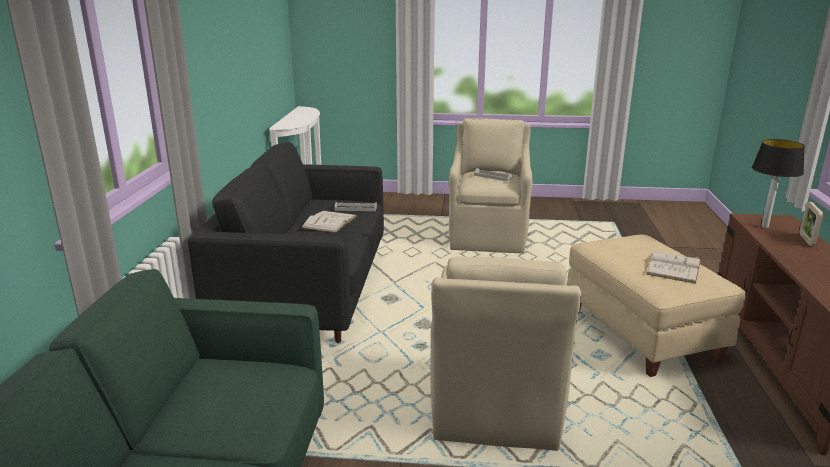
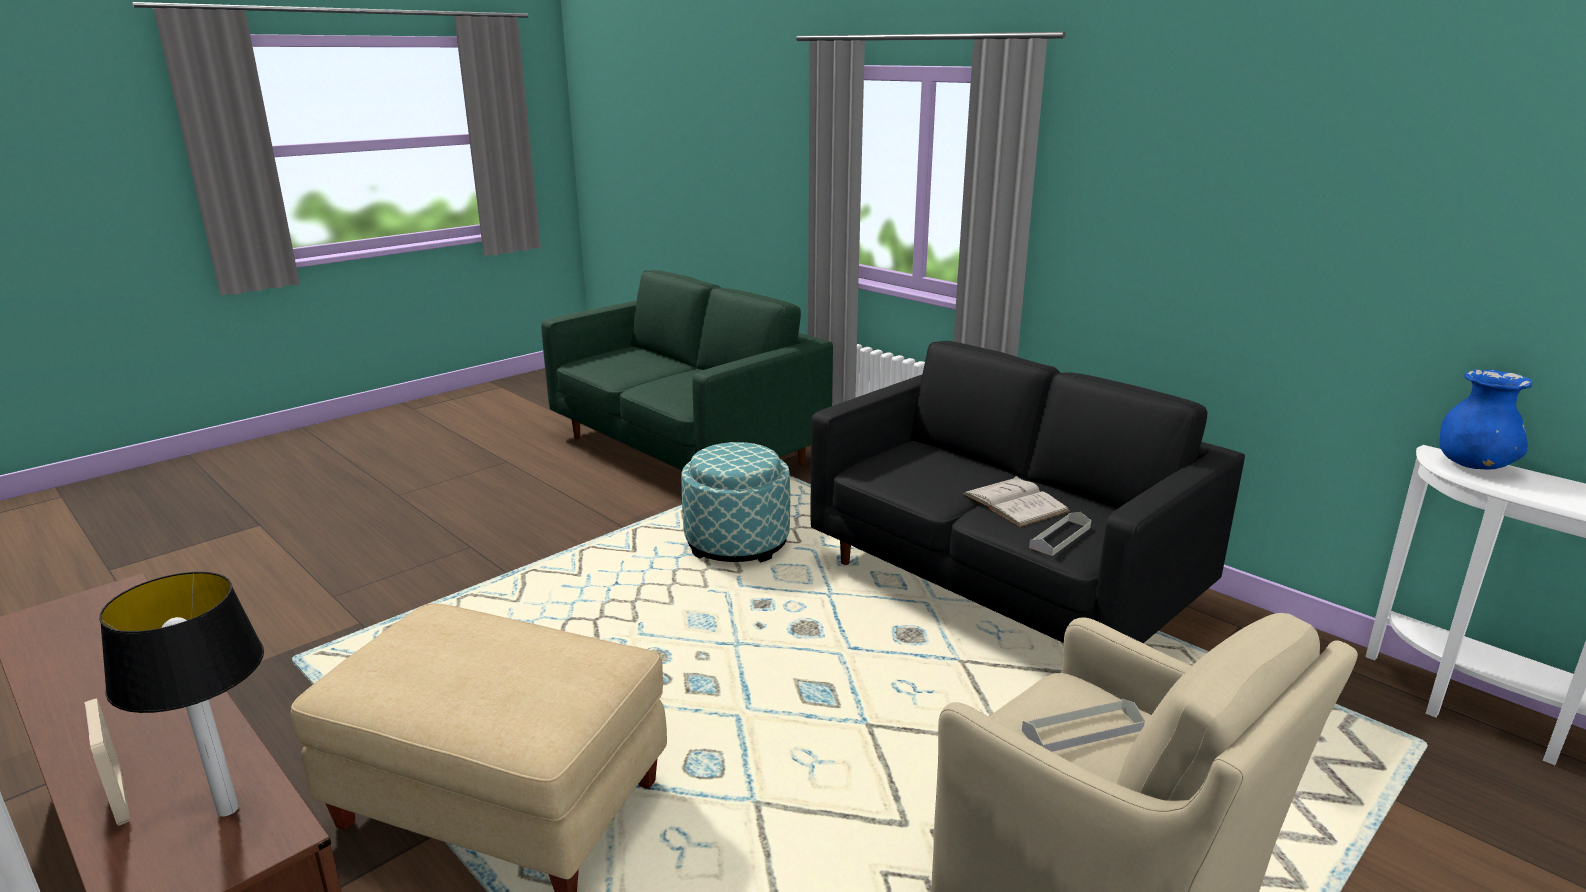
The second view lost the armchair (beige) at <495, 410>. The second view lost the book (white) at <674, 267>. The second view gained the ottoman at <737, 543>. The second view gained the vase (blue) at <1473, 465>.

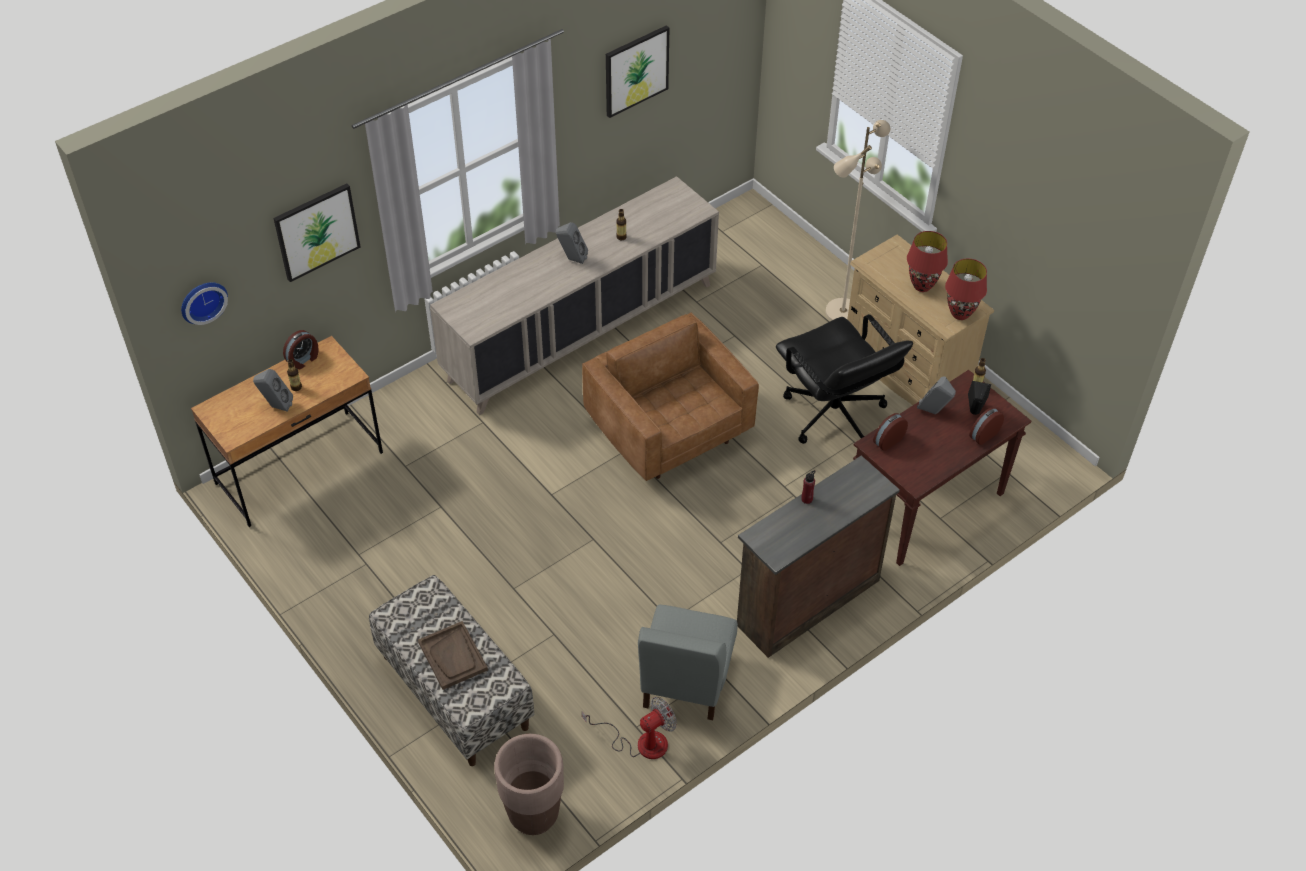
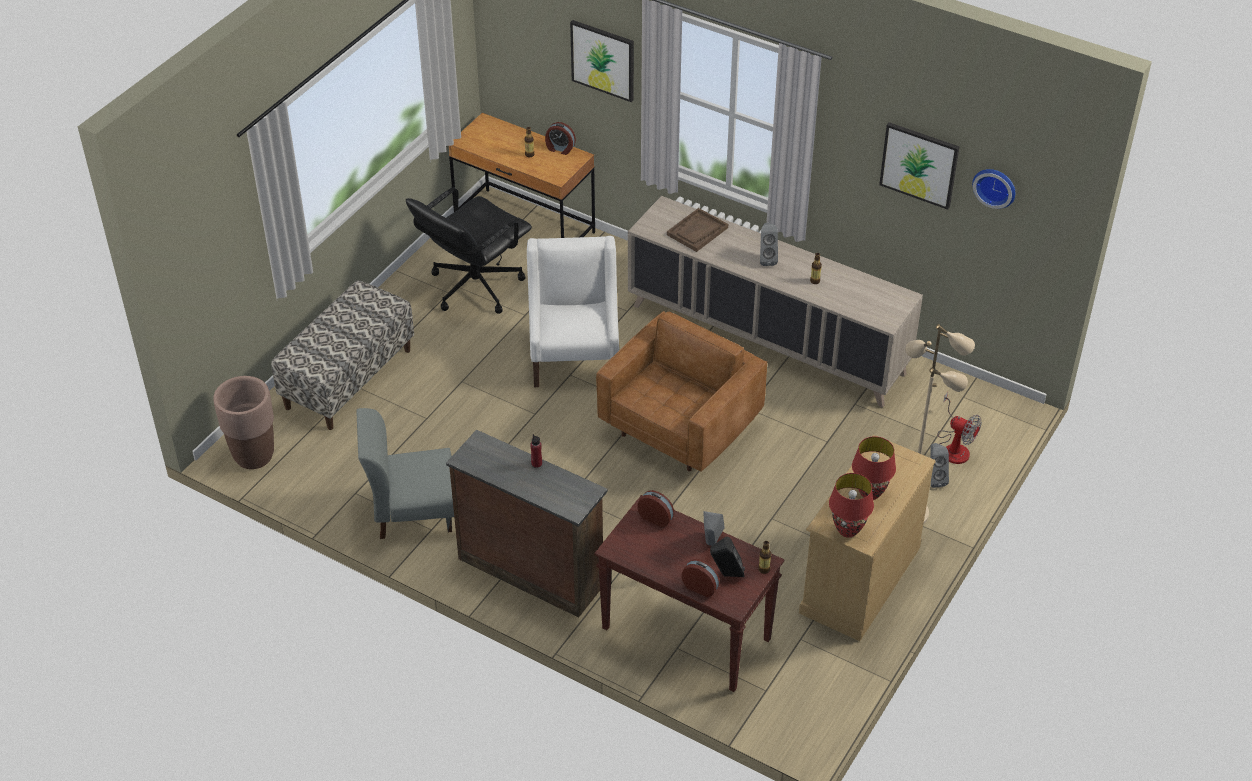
The second view gained the armchair (white) at <575, 357>. The wall clock ended up elsewhere, having gone from <202, 300> to <995, 186>. The speaker (grey) ended up elsewhere, having gone from <276, 406> to <934, 479>. The tray (brown) ended up elsewhere, having gone from <453, 656> to <697, 231>. The fan ended up elsewhere, having gone from <641, 742> to <954, 447>. The office chair (black) ended up elsewhere, having gone from <834, 415> to <474, 286>.

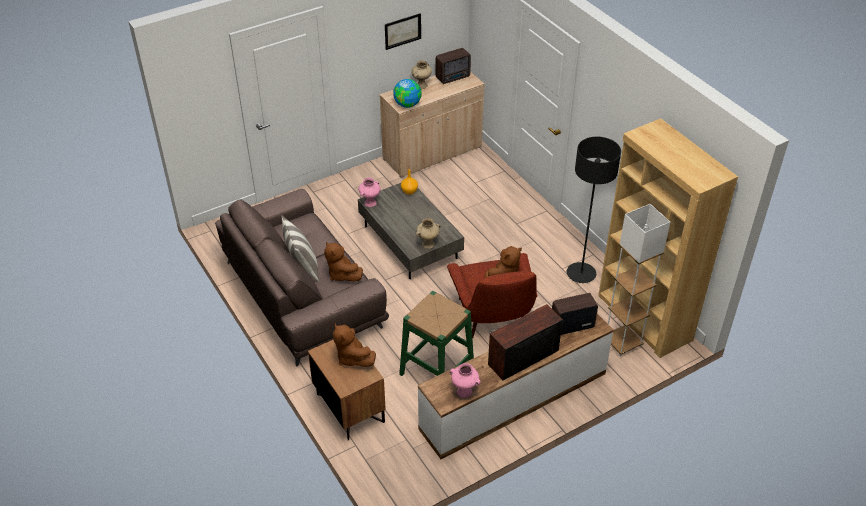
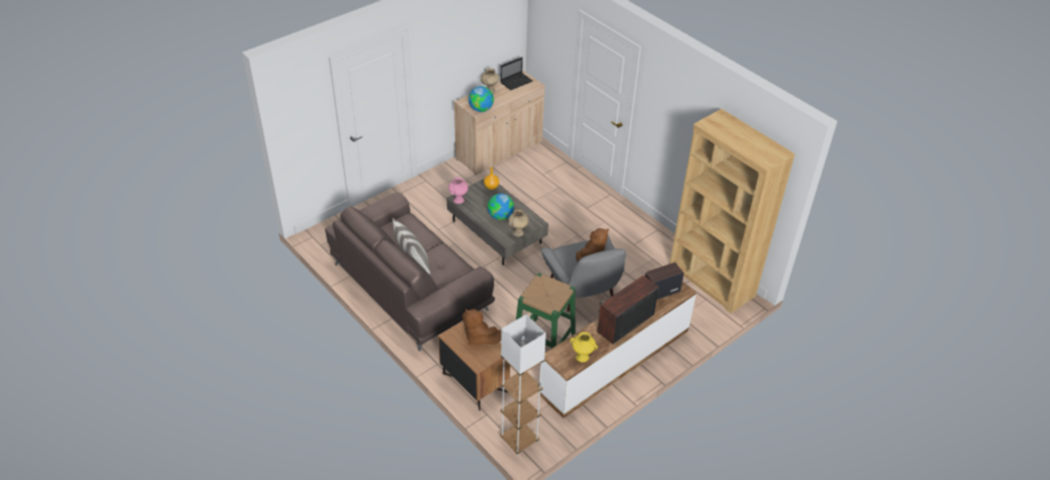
The second view lost the plush toy (brown) at <342, 274>. The second view lost the picture at <402, 31>. The second view lost the floor lamp (black) at <581, 274>. The second view gained the globe at <500, 216>. The floor lamp (white) ended up elsewhere, having gone from <622, 342> to <519, 440>. Where the radio stood at <453, 77>, the laptop came to stand at <516, 81>. What was the armchair (red) at <493, 317> turned into the armchair (grey) at <583, 292>. What was the vase (pink) at <465, 391> turned into the vase (yellow) at <582, 357>.

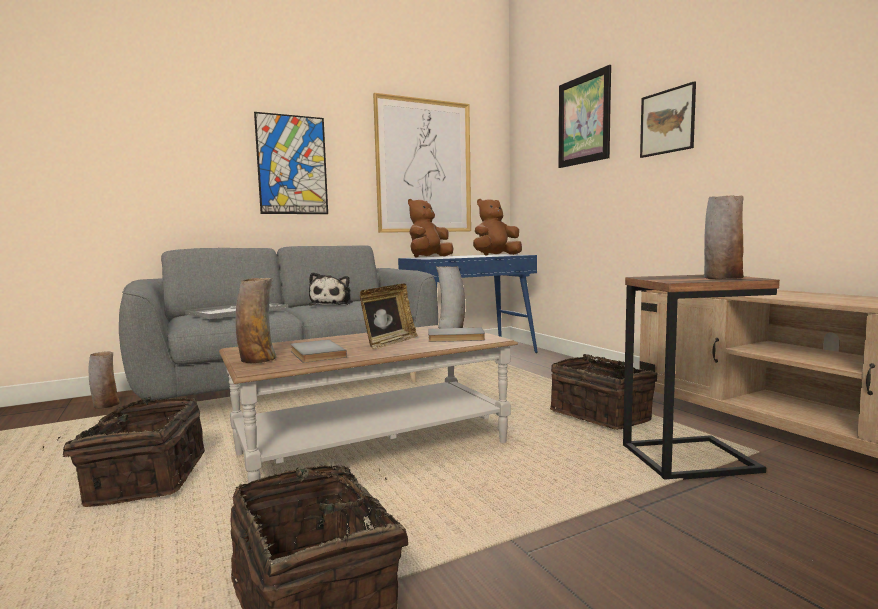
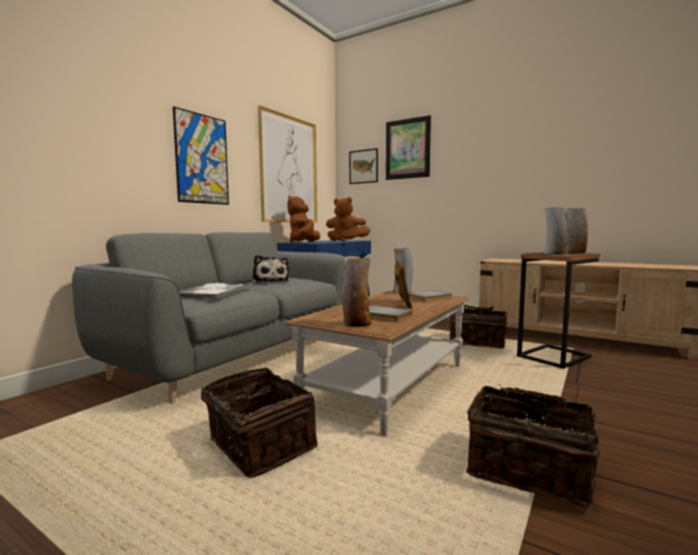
The vase ended up elsewhere, having gone from <106, 405> to <554, 254>. The picture ended up elsewhere, having gone from <667, 122> to <363, 166>. The plush toy (brown) at <495, 255> ended up facing another way, 105 degrees counterclockwise from before.

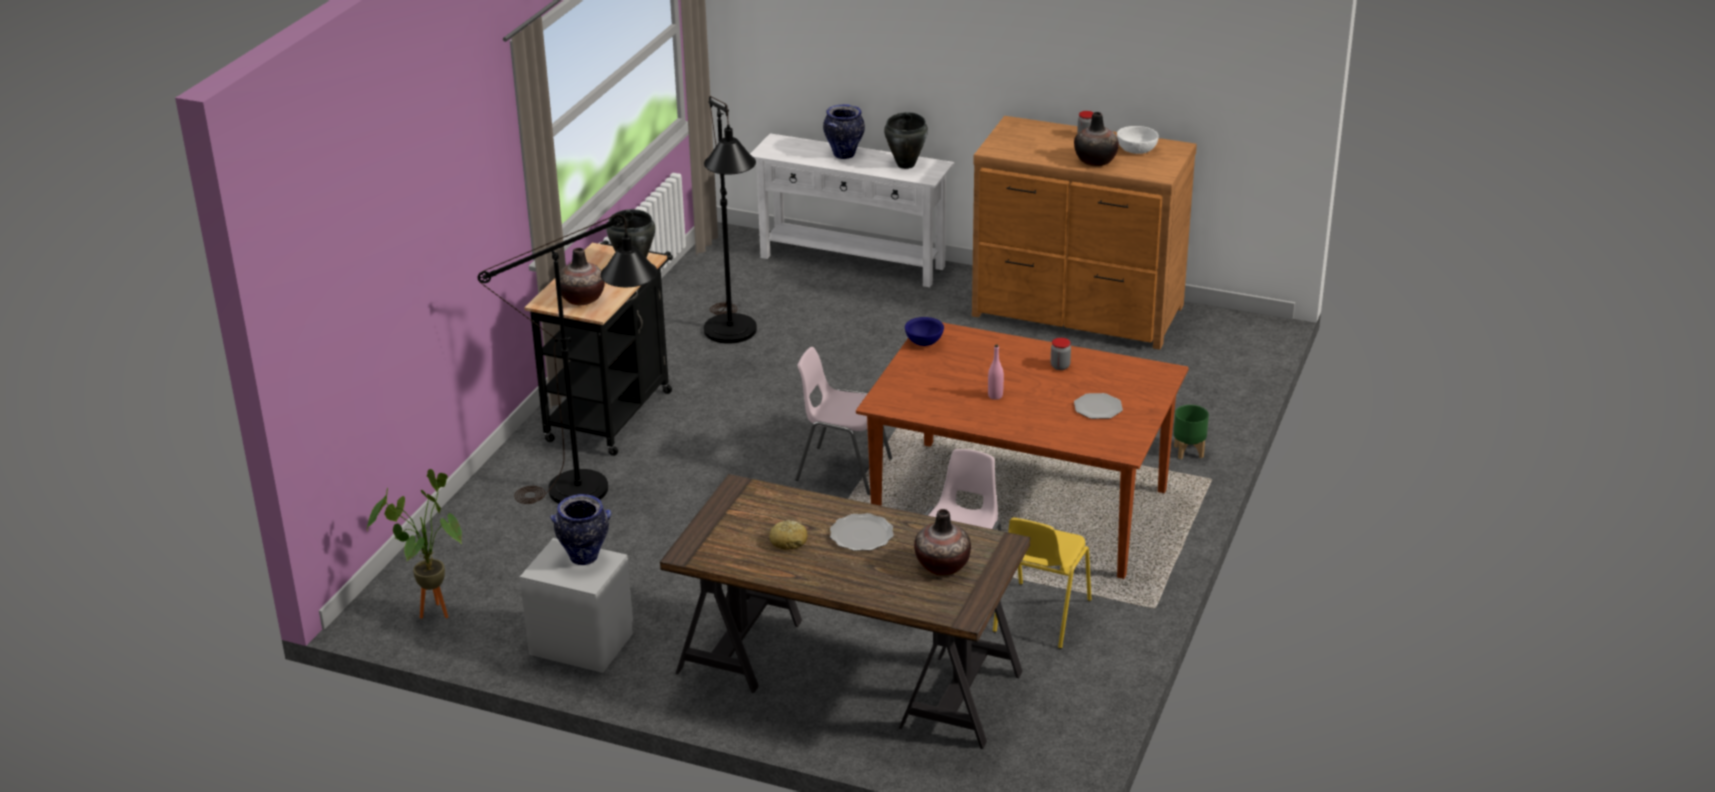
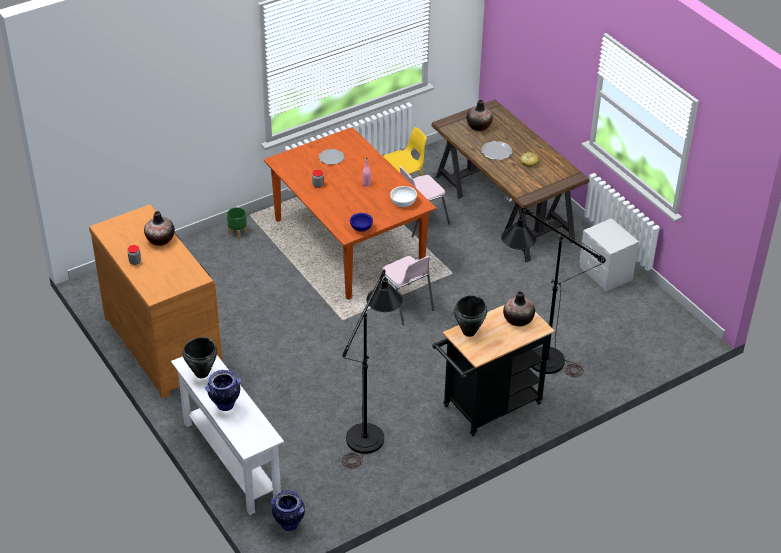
The second view lost the potted plant at <430, 610>. The vase ended up elsewhere, having gone from <585, 557> to <289, 525>. The bowl (white) ended up elsewhere, having gone from <1136, 149> to <403, 202>.

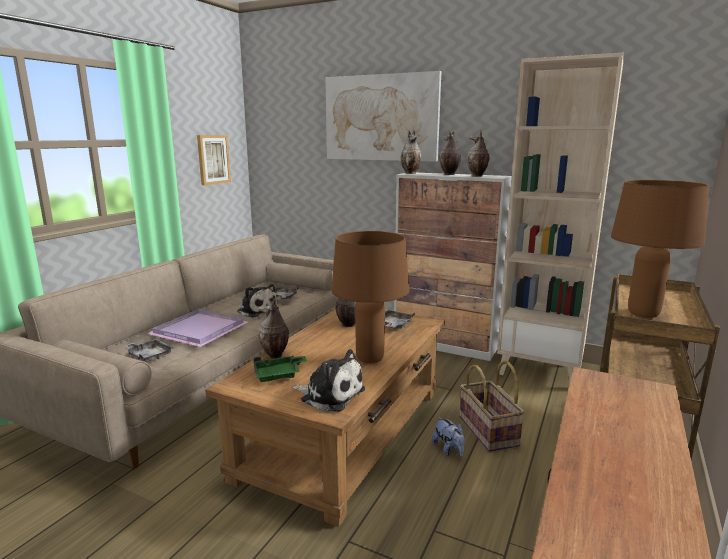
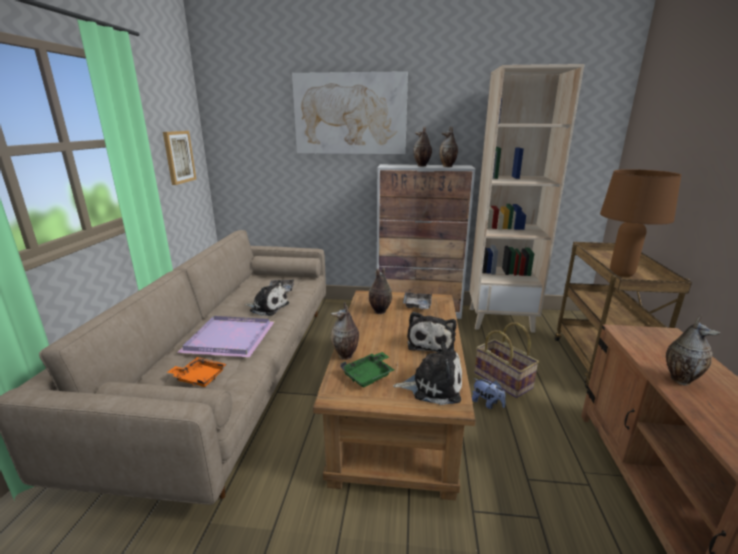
The vase ended up elsewhere, having gone from <411, 173> to <680, 379>. Where the table lamp (brown) stood at <370, 359>, the plush toy came to stand at <431, 342>. What was the tray (grey) at <149, 355> turned into the tray (orange) at <199, 377>.

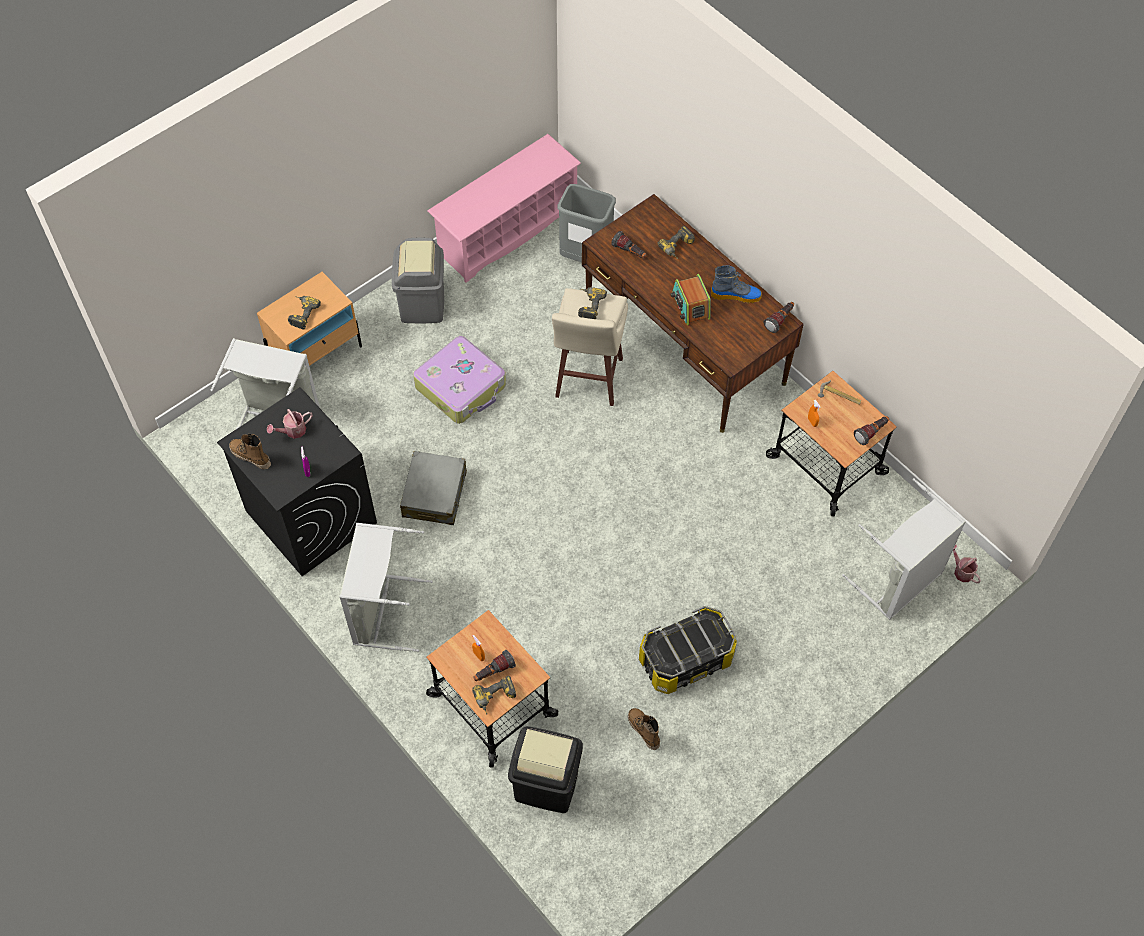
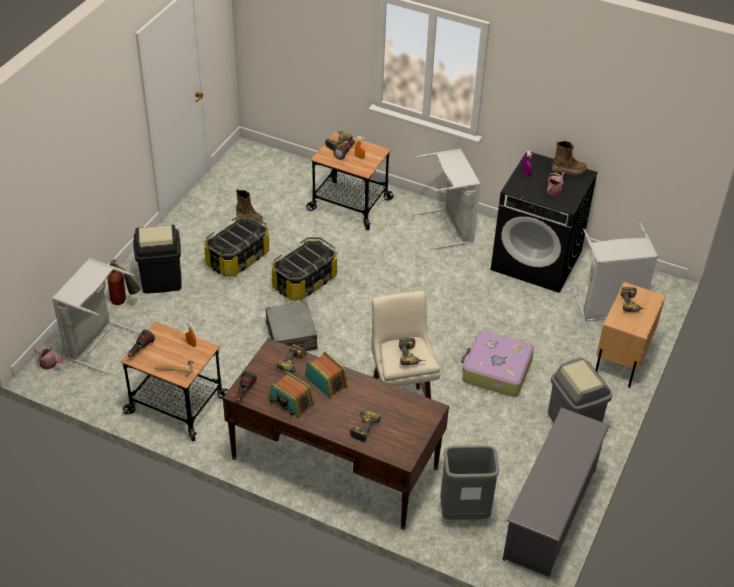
The second view lost the flashlight at <629, 252>. The second view gained the fire extinguisher at <124, 302>. The second view gained the storage box at <304, 281>. The second view gained the power drill at <294, 364>. The suitcase (grey) ended up elsewhere, having gone from <435, 494> to <291, 336>. The trash can (black) ended up elsewhere, having gone from <546, 784> to <161, 280>. Where the boot stood at <736, 295>, the radio came to stand at <291, 402>. What was the shoe rack (pink) at <507, 231> turned into the shoe rack (grey) at <550, 513>.

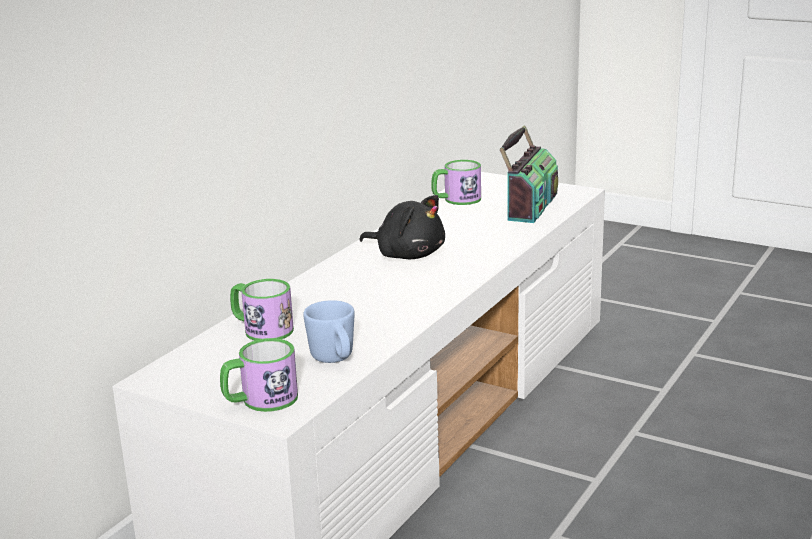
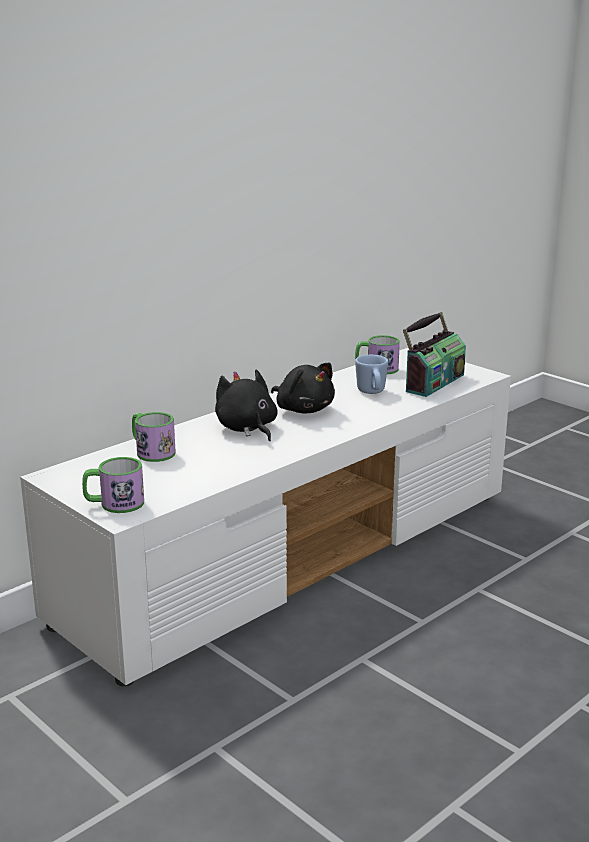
The second view gained the plush toy (black) at <247, 428>. The mug (blue) ended up elsewhere, having gone from <335, 359> to <372, 392>.

